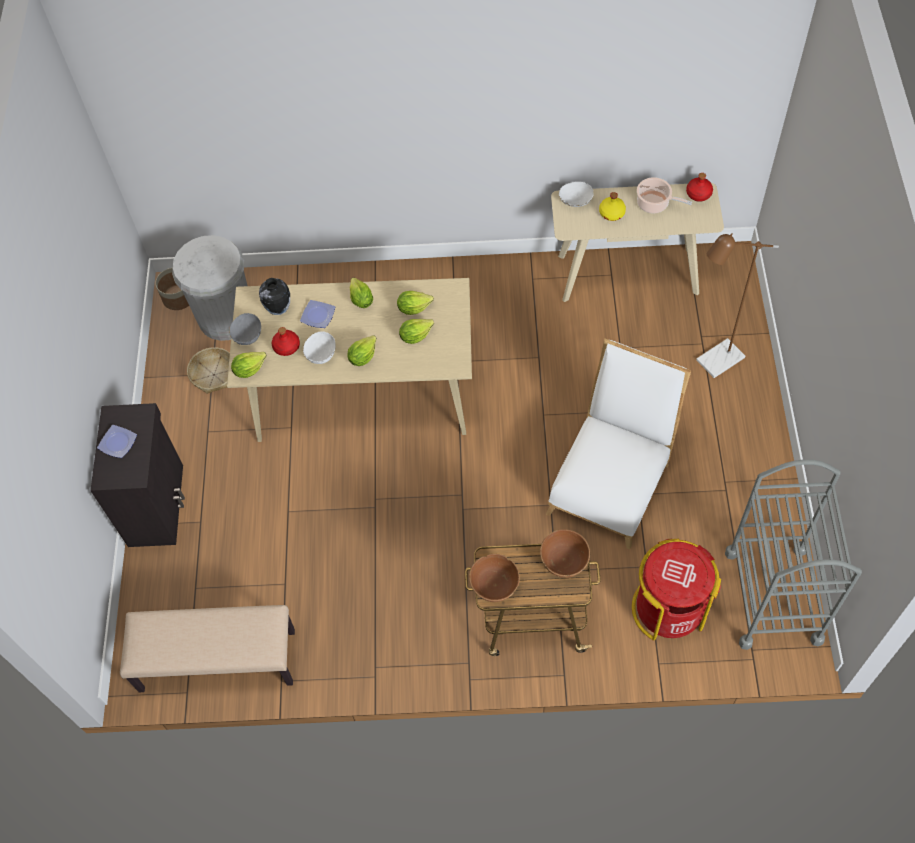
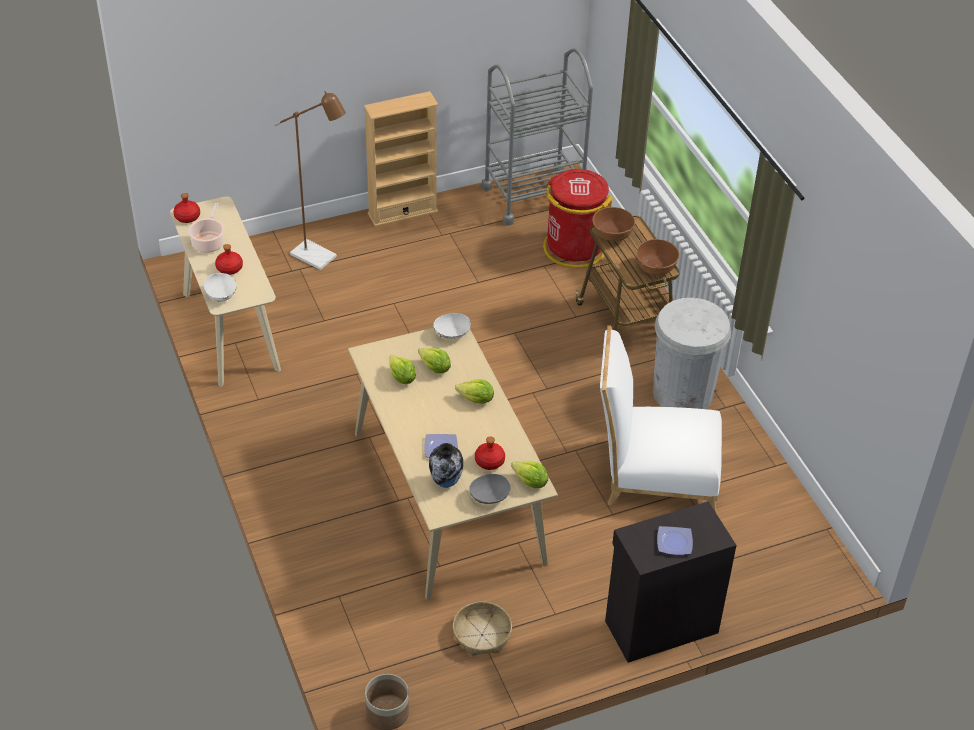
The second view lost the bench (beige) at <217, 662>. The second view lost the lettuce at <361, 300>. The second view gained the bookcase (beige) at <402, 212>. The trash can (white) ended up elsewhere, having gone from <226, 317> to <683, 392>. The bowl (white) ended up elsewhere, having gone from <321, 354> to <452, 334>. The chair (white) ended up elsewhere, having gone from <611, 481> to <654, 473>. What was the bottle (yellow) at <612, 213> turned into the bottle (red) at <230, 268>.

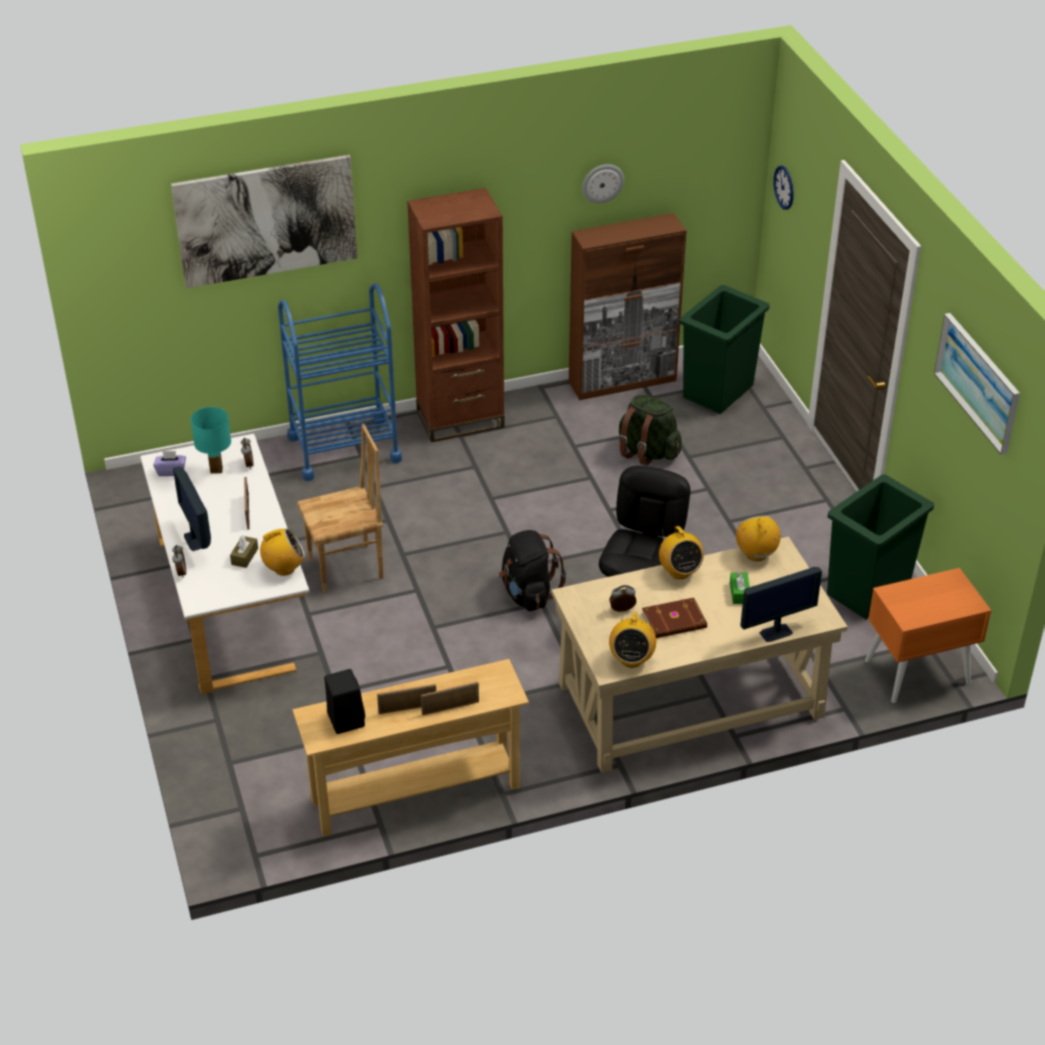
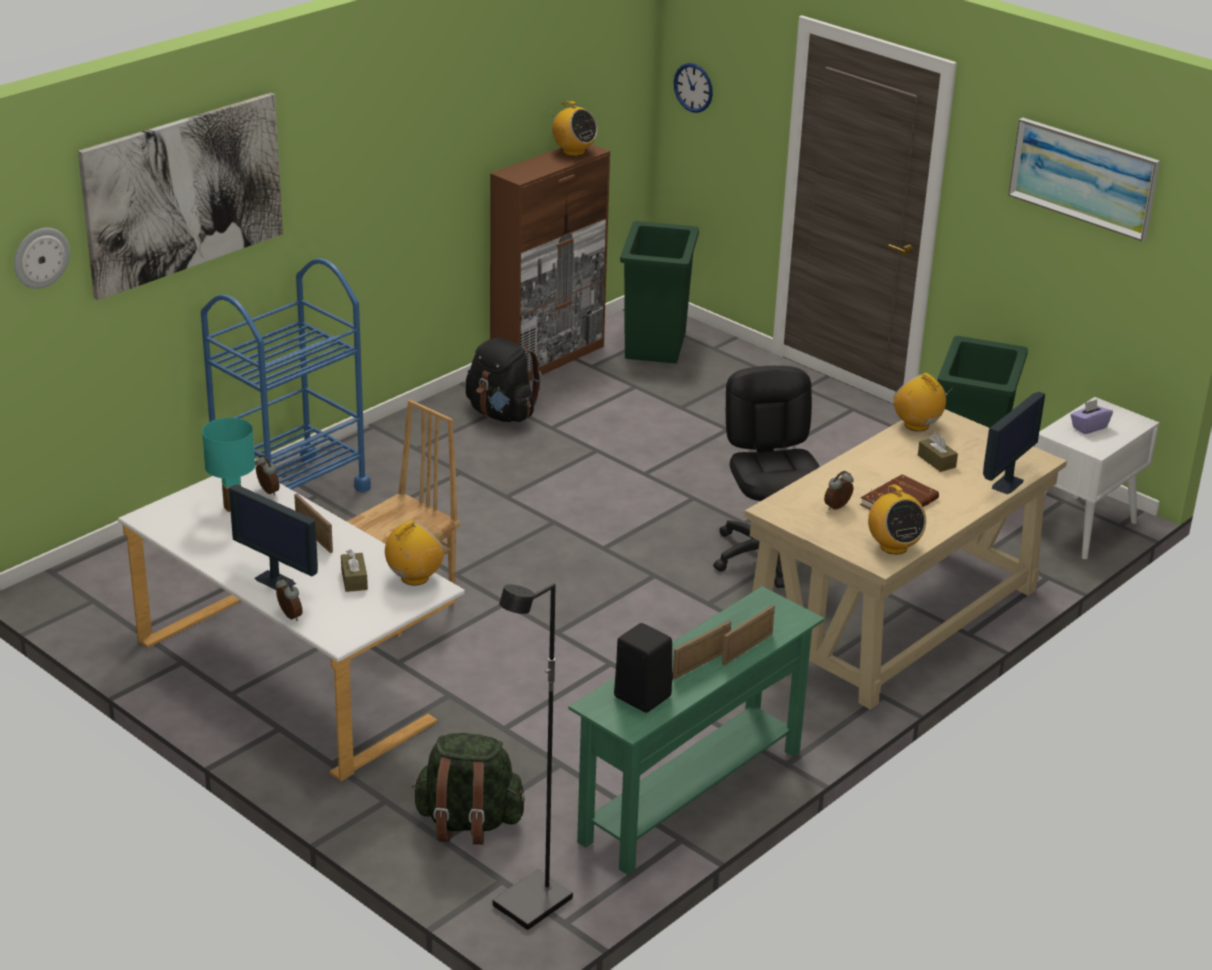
The second view lost the bookcase (brown) at <460, 419>. The second view gained the floor lamp (black) at <533, 904>. The tissue box (purple) ended up elsewhere, having gone from <171, 471> to <1089, 427>. The backpack (black) ended up elsewhere, having gone from <528, 594> to <501, 414>. The wall clock ended up elsewhere, having gone from <602, 183> to <40, 257>. The backpack (green) ended up elsewhere, having gone from <647, 452> to <468, 822>. The radio ended up elsewhere, having gone from <679, 571> to <573, 152>. What was the console table (beige) at <416, 794> turned into the console table (green) at <692, 796>. What was the tissue box (green) at <739, 593> turned into the tissue box (brown) at <936, 461>. What was the nightstand (orange) at <916, 671> turned into the nightstand (white) at <1080, 527>.

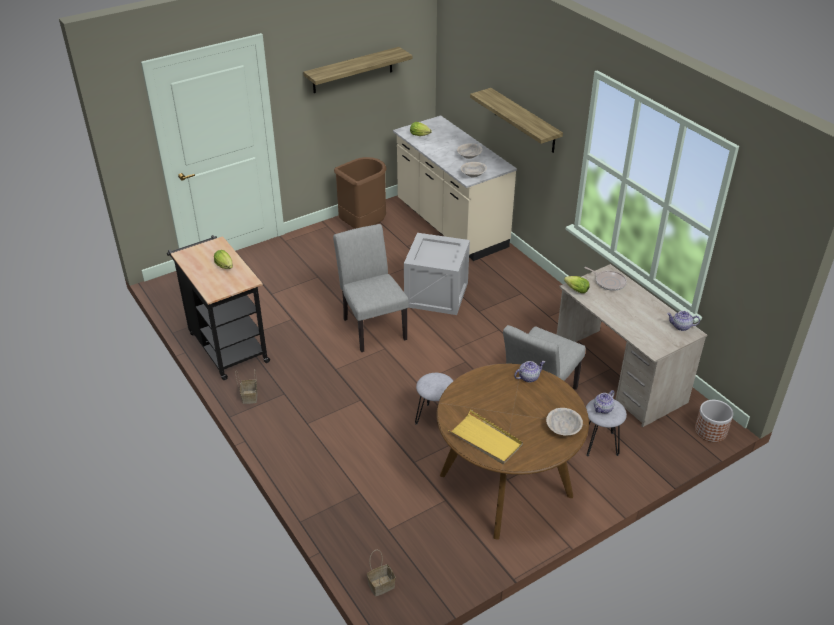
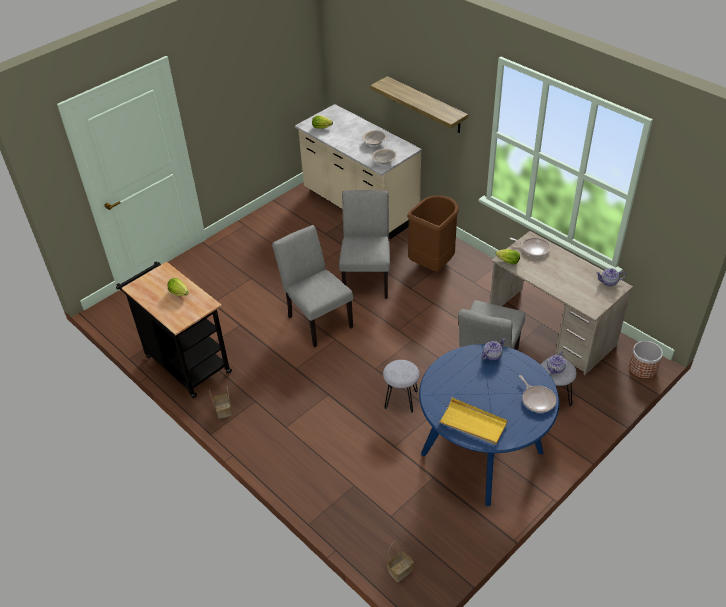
The second view lost the shelf at <352, 70>. The trash can (brown) ended up elsewhere, having gone from <363, 226> to <432, 263>. Where the crate stood at <436, 294>, the chair (grey) came to stand at <366, 278>. Where the bowl (beige) stood at <563, 428>, the frying pan came to stand at <537, 399>. What was the dining table (brown) at <505, 485> turned into the dining table (blue) at <482, 453>.

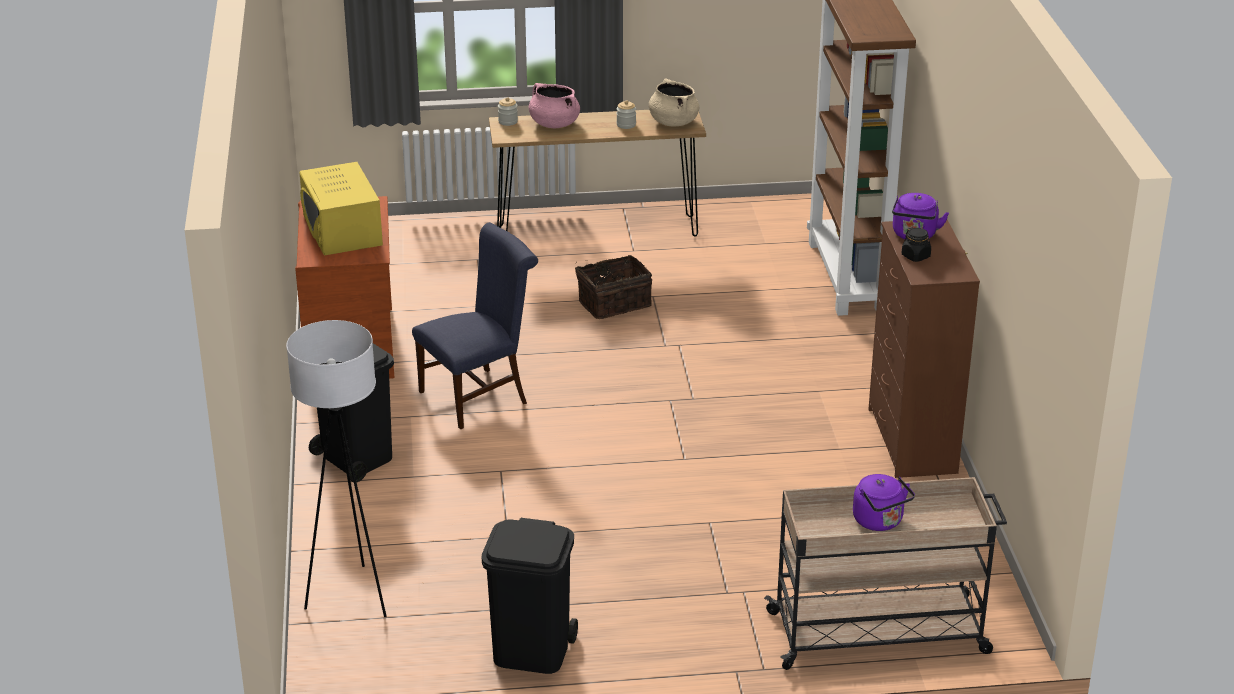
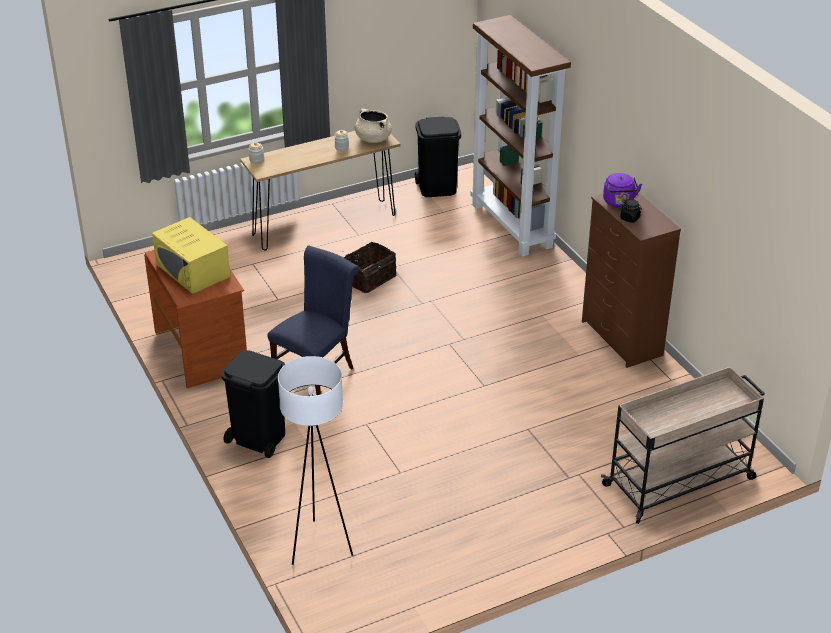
The second view lost the cooking pot (pink) at <554, 124>. The second view lost the kettle (purple) at <880, 522>. The trash can (black) ended up elsewhere, having gone from <532, 652> to <437, 188>.

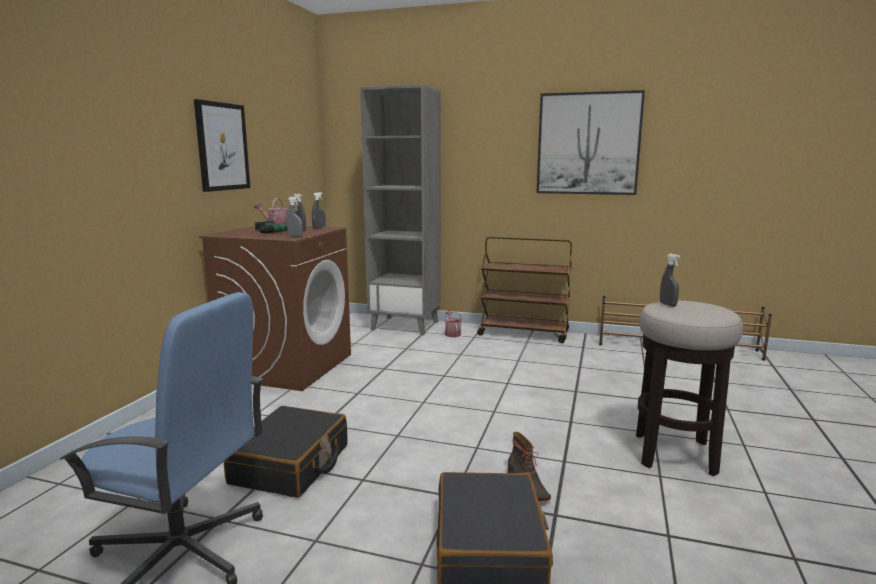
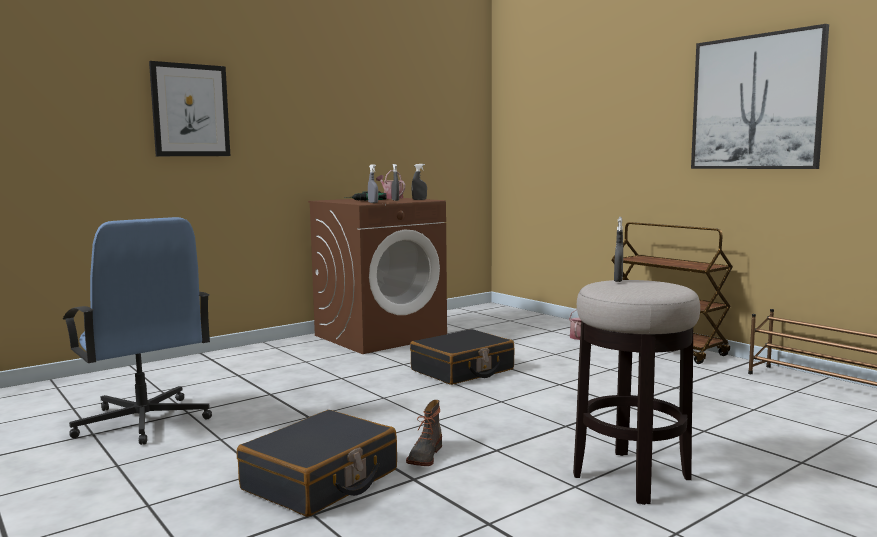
The second view lost the bookcase (grey) at <405, 325>. The picture ended up elsewhere, having gone from <222, 147> to <190, 110>. The suitcase (black) ended up elsewhere, having gone from <291, 465> to <462, 370>.

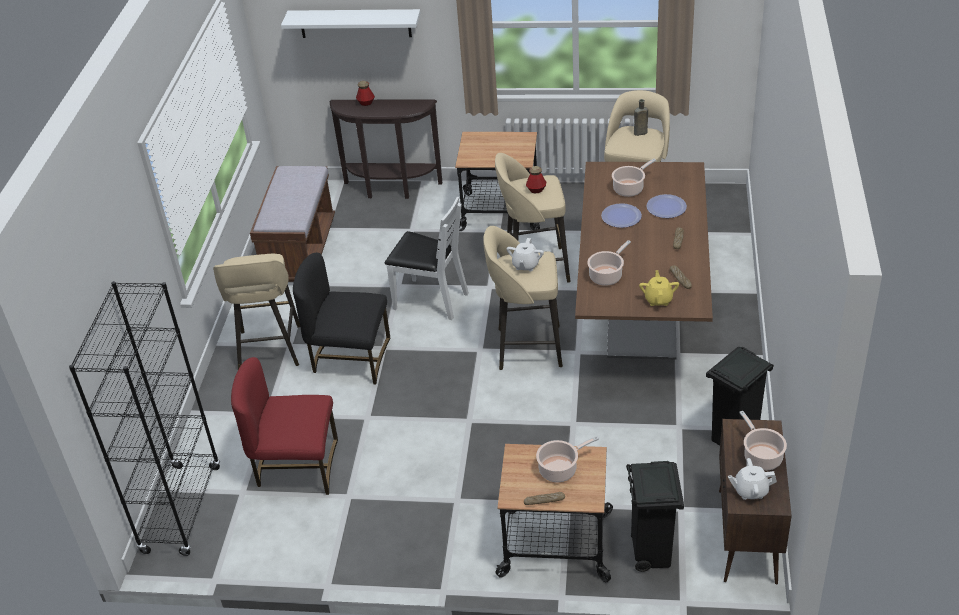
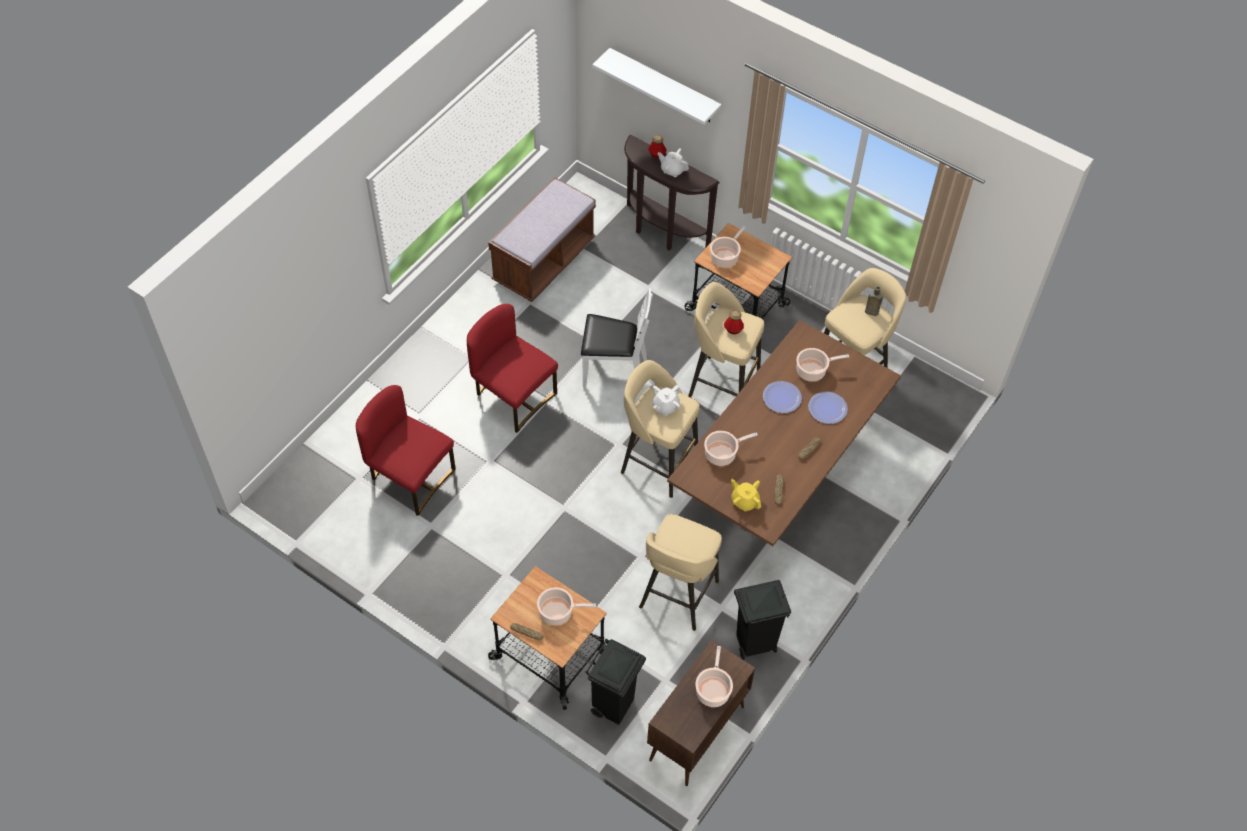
The second view lost the bookcase (black) at <182, 509>. The second view gained the cooking pot at <725, 257>. The stool (beige) ended up elsewhere, having gone from <269, 350> to <677, 596>. The teapot (white) ended up elsewhere, having gone from <750, 491> to <672, 170>. What was the chair (black) at <350, 358> turned into the chair (red) at <513, 396>. The chair (white) at <430, 300> ended up facing another way, 45 degrees counterclockwise from before. The teapot (yellow) at <658, 299> ended up facing another way, 75 degrees counterclockwise from before.

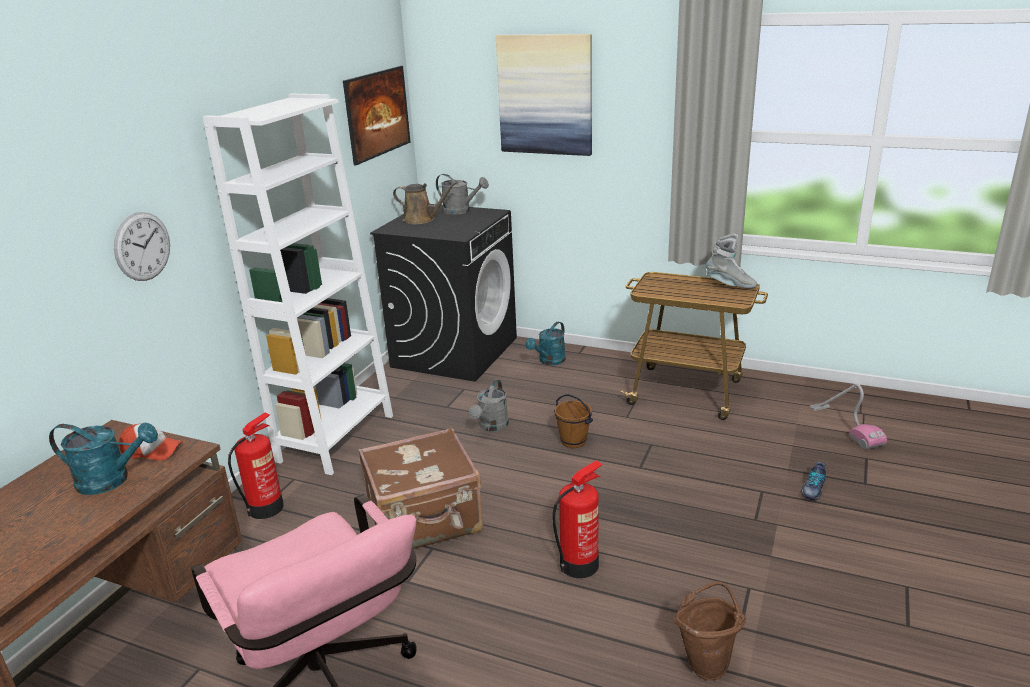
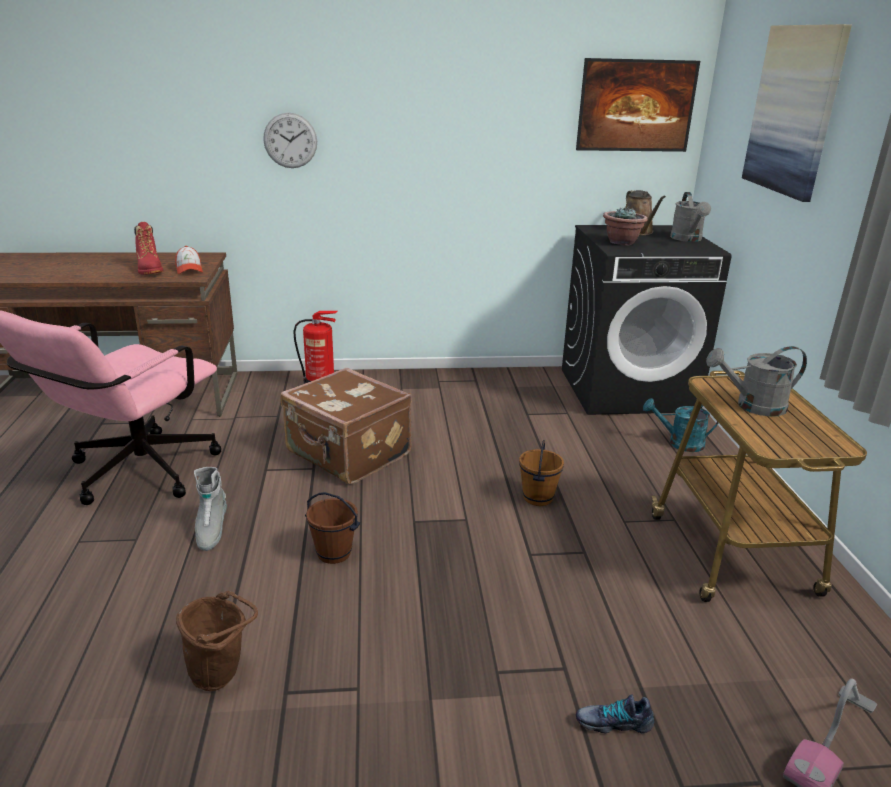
The second view lost the bookcase (white) at <336, 438>. The second view gained the potted plant at <622, 242>. The watering can (grey) ended up elsewhere, having gone from <491, 426> to <752, 406>. The boot (grey) ended up elsewhere, having gone from <730, 285> to <211, 531>. Where the watering can (turquoise) stood at <112, 480>, the boot (red) came to stand at <150, 270>. Where the fire extinguisher stood at <580, 564>, the bucket (brown) came to stand at <334, 553>.

